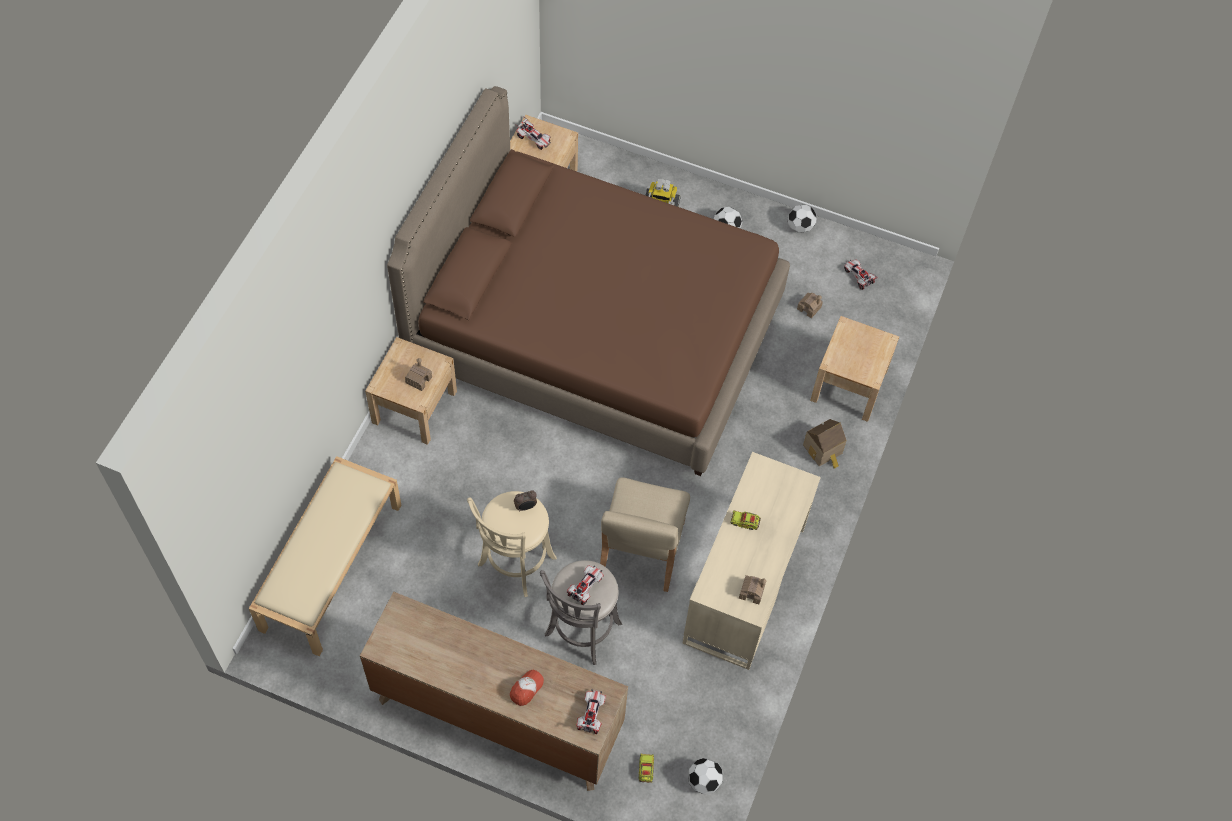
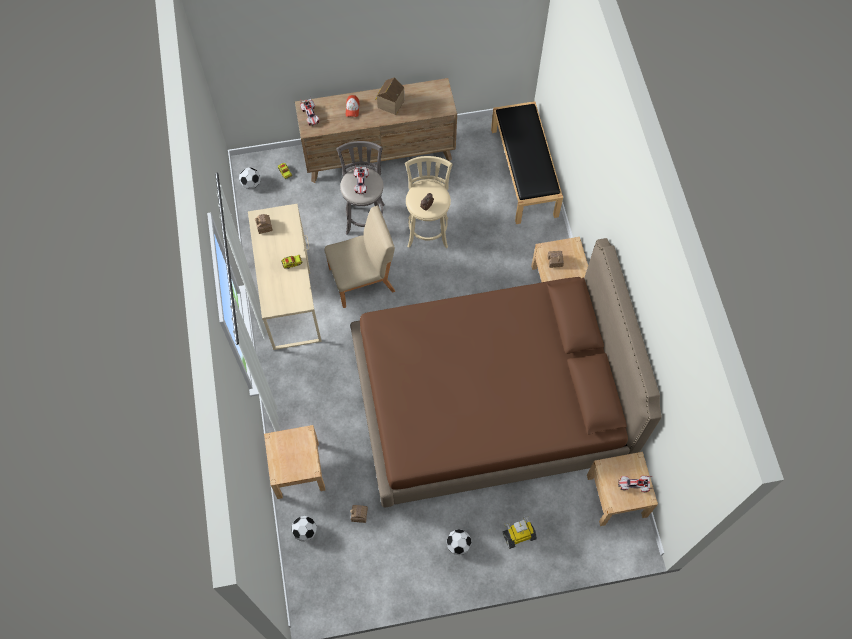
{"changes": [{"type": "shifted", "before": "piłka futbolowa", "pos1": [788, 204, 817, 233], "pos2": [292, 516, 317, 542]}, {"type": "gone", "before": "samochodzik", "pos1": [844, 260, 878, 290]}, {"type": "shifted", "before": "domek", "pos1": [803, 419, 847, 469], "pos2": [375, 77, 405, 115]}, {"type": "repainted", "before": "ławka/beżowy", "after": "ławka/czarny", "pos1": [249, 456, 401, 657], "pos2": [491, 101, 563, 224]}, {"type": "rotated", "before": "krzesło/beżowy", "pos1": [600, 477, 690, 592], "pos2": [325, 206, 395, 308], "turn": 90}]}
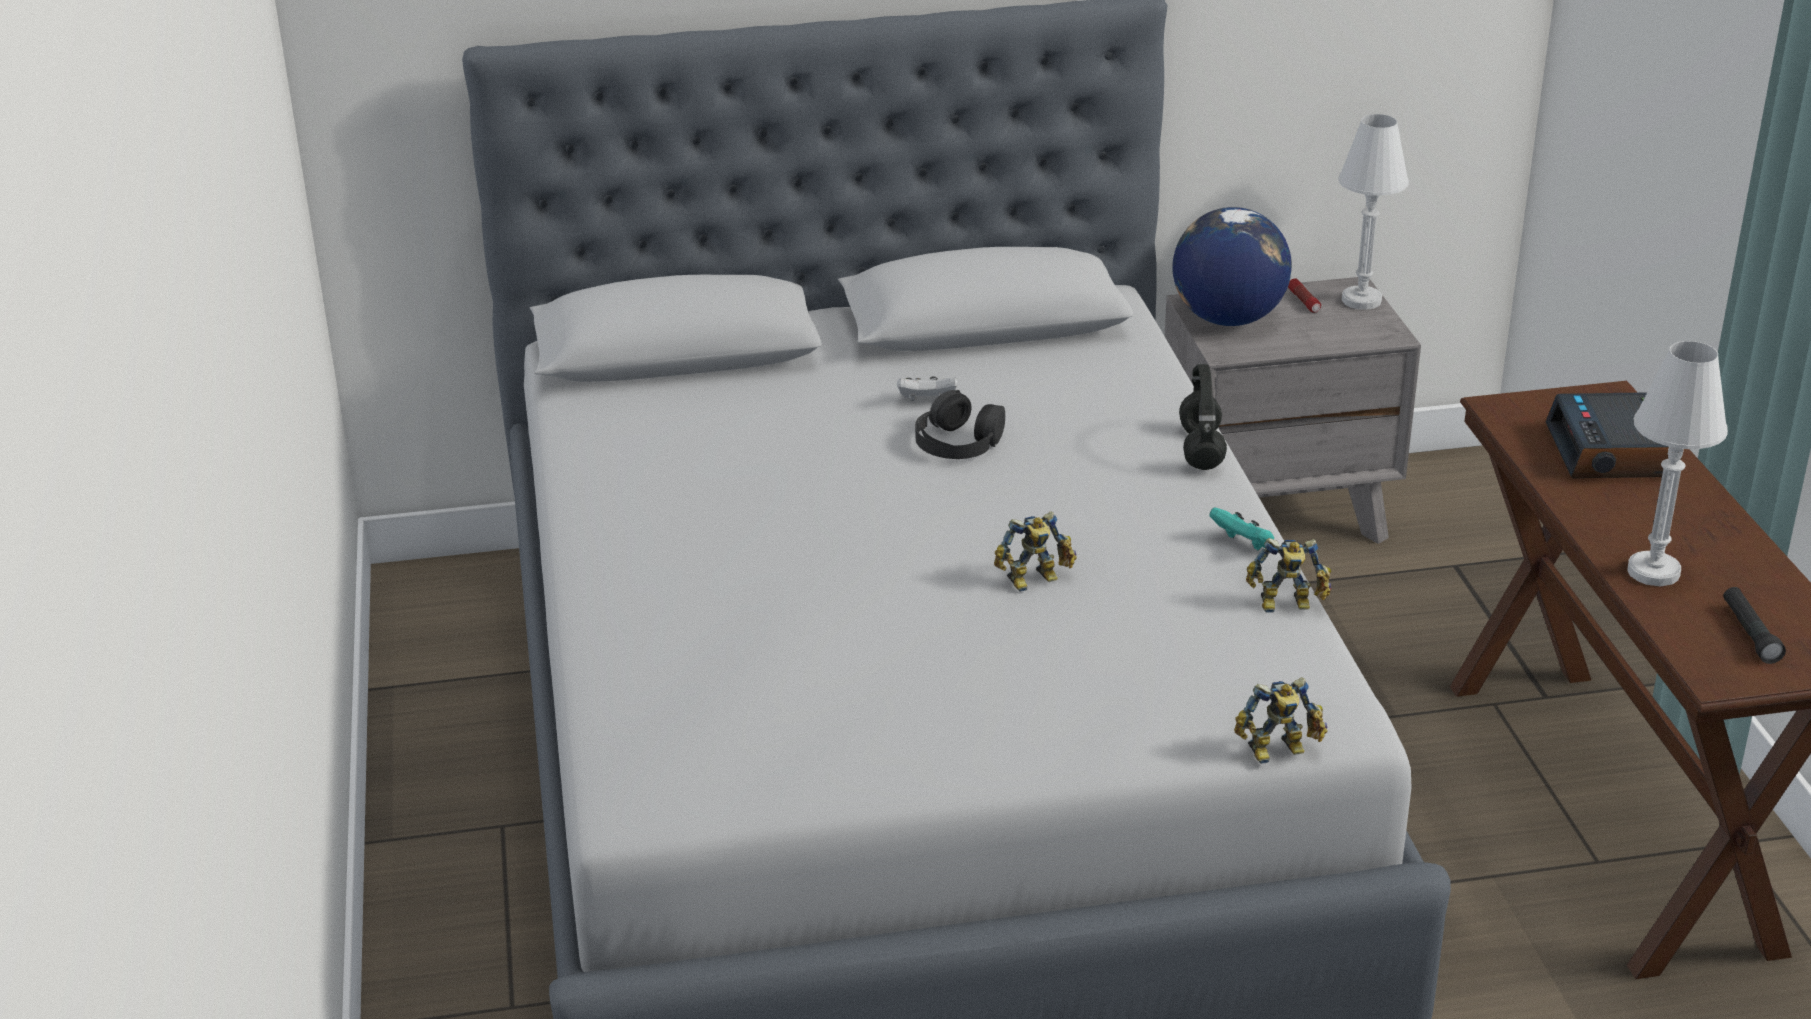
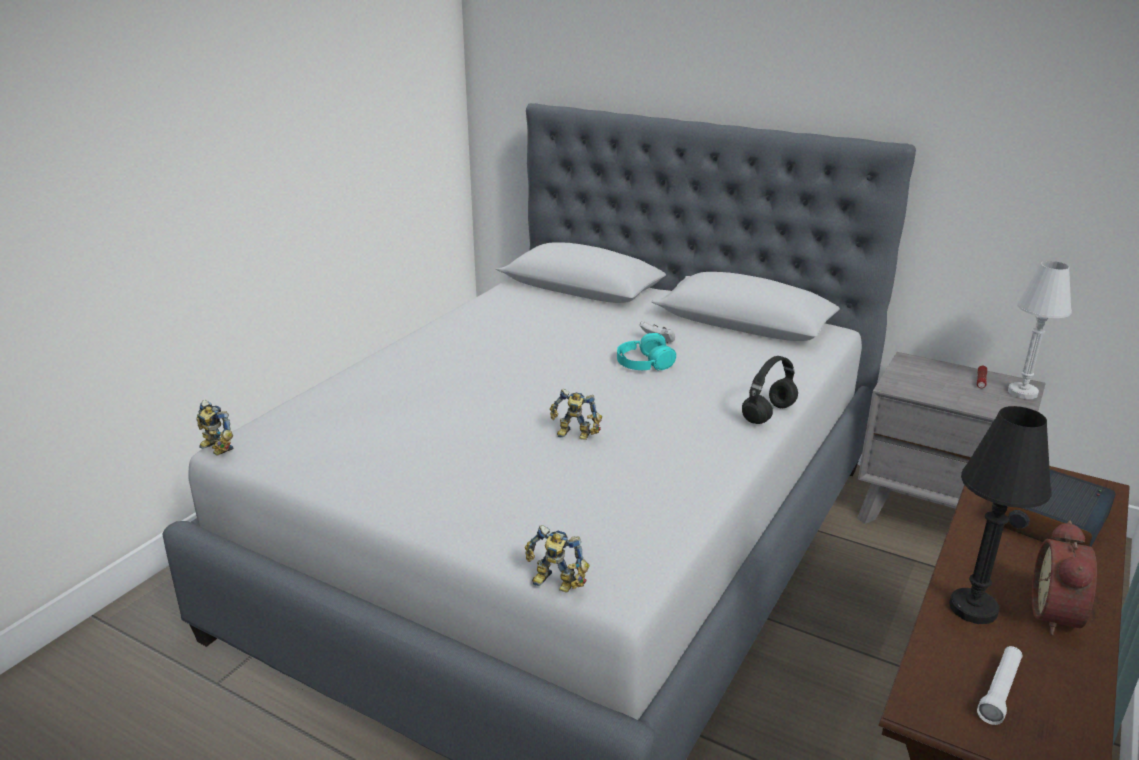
{"changes": [{"type": "gone", "before": "globus", "pos1": [1172, 207, 1292, 326]}, {"type": "repainted", "before": "lampa stołowa/biały", "after": "lampa stołowa/czarny", "pos1": [1627, 341, 1728, 586], "pos2": [949, 406, 1052, 624]}, {"type": "repainted", "before": "słuchawki/czarny", "after": "słuchawki/turkusowy", "pos1": [915, 390, 1005, 459], "pos2": [617, 333, 676, 371]}, {"type": "gone", "before": "pad do gier/turkusowy", "pos1": [1209, 507, 1274, 550]}, {"type": "shifted", "before": "robot zabawkowy", "pos1": [1246, 538, 1331, 613], "pos2": [196, 400, 234, 456]}, {"type": "repainted", "before": "latarka/czarny", "after": "latarka/biały", "pos1": [1724, 587, 1786, 664], "pos2": [977, 646, 1022, 725]}, {"type": "new", "after": "budzik", "pos2": [1032, 521, 1097, 635]}]}
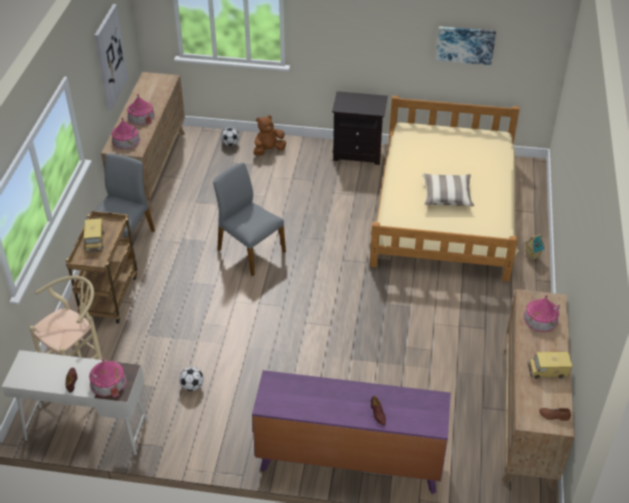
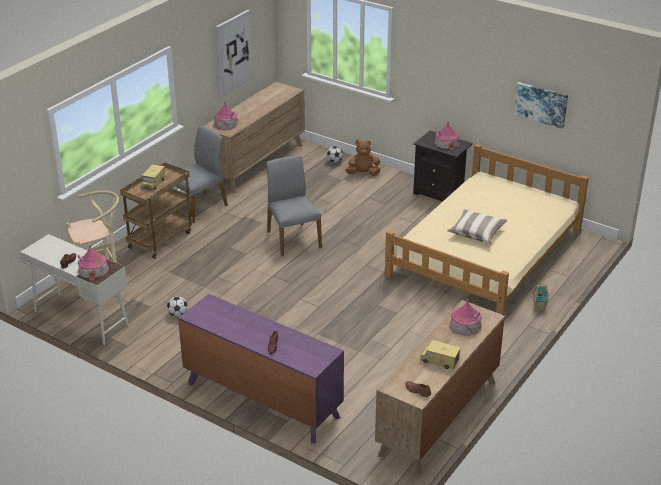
{"changes": [{"type": "shifted", "before": "domek", "pos1": [127, 94, 155, 125], "pos2": [434, 121, 460, 150]}]}
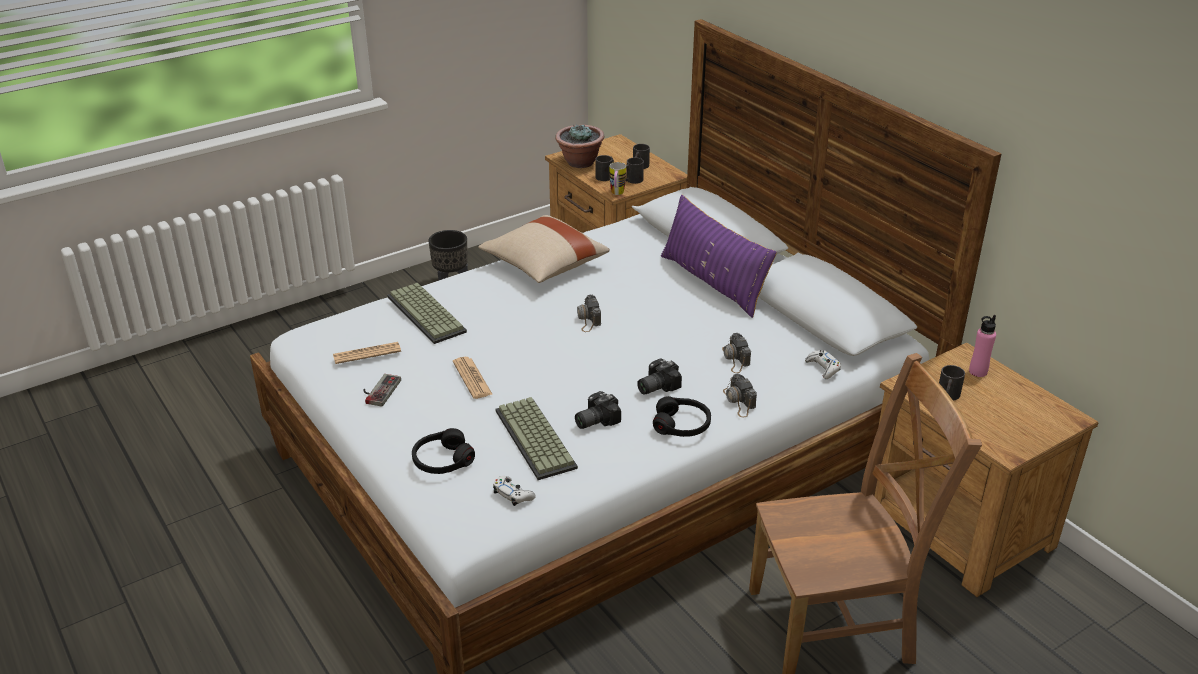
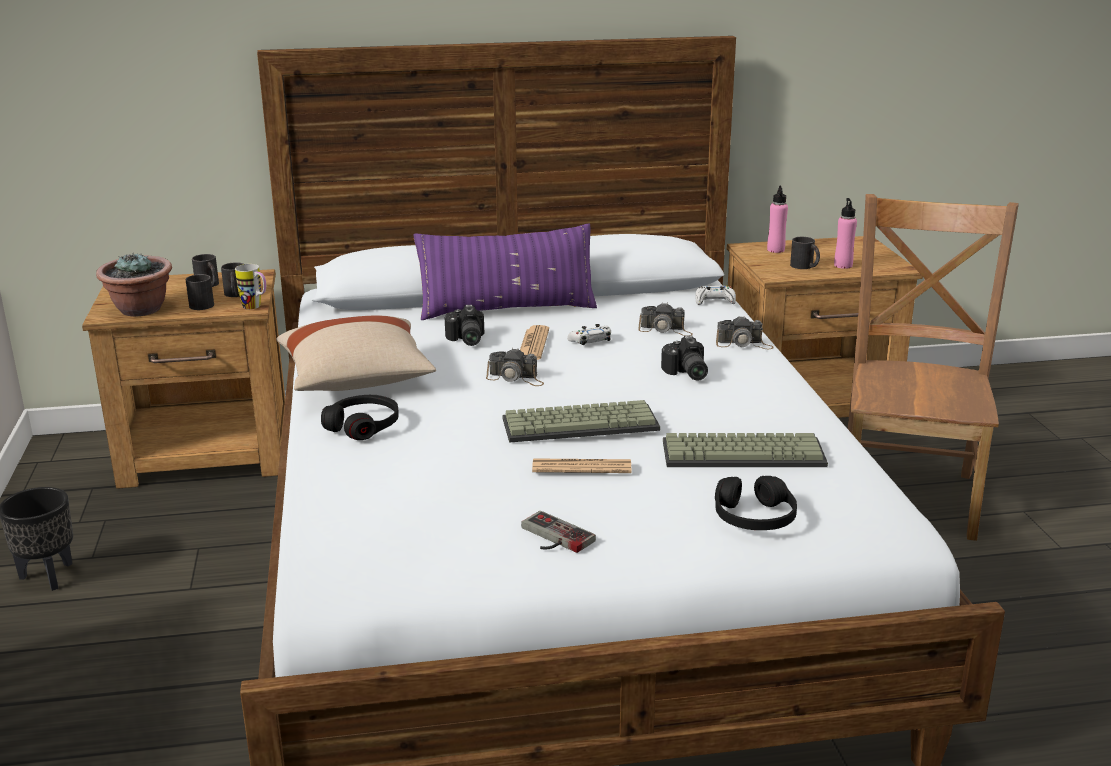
{"changes": [{"type": "shifted", "before": "klawiatura", "pos1": [387, 283, 467, 344], "pos2": [503, 400, 660, 443]}, {"type": "shifted", "before": "gazeta", "pos1": [333, 342, 401, 364], "pos2": [520, 325, 549, 360]}, {"type": "shifted", "before": "aparat fotograficzny", "pos1": [575, 391, 621, 429], "pos2": [445, 305, 485, 346]}, {"type": "shifted", "before": "słuchawki/czarny", "pos1": [653, 396, 711, 437], "pos2": [321, 395, 399, 440]}, {"type": "shifted", "before": "pad do gier/biały", "pos1": [493, 476, 536, 506], "pos2": [567, 324, 611, 345]}, {"type": "new", "after": "butelka/różowy", "pos2": [834, 198, 857, 269]}]}
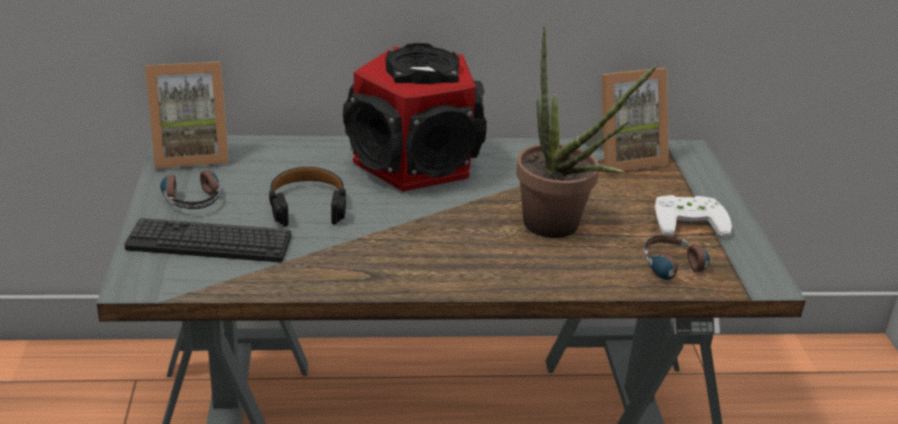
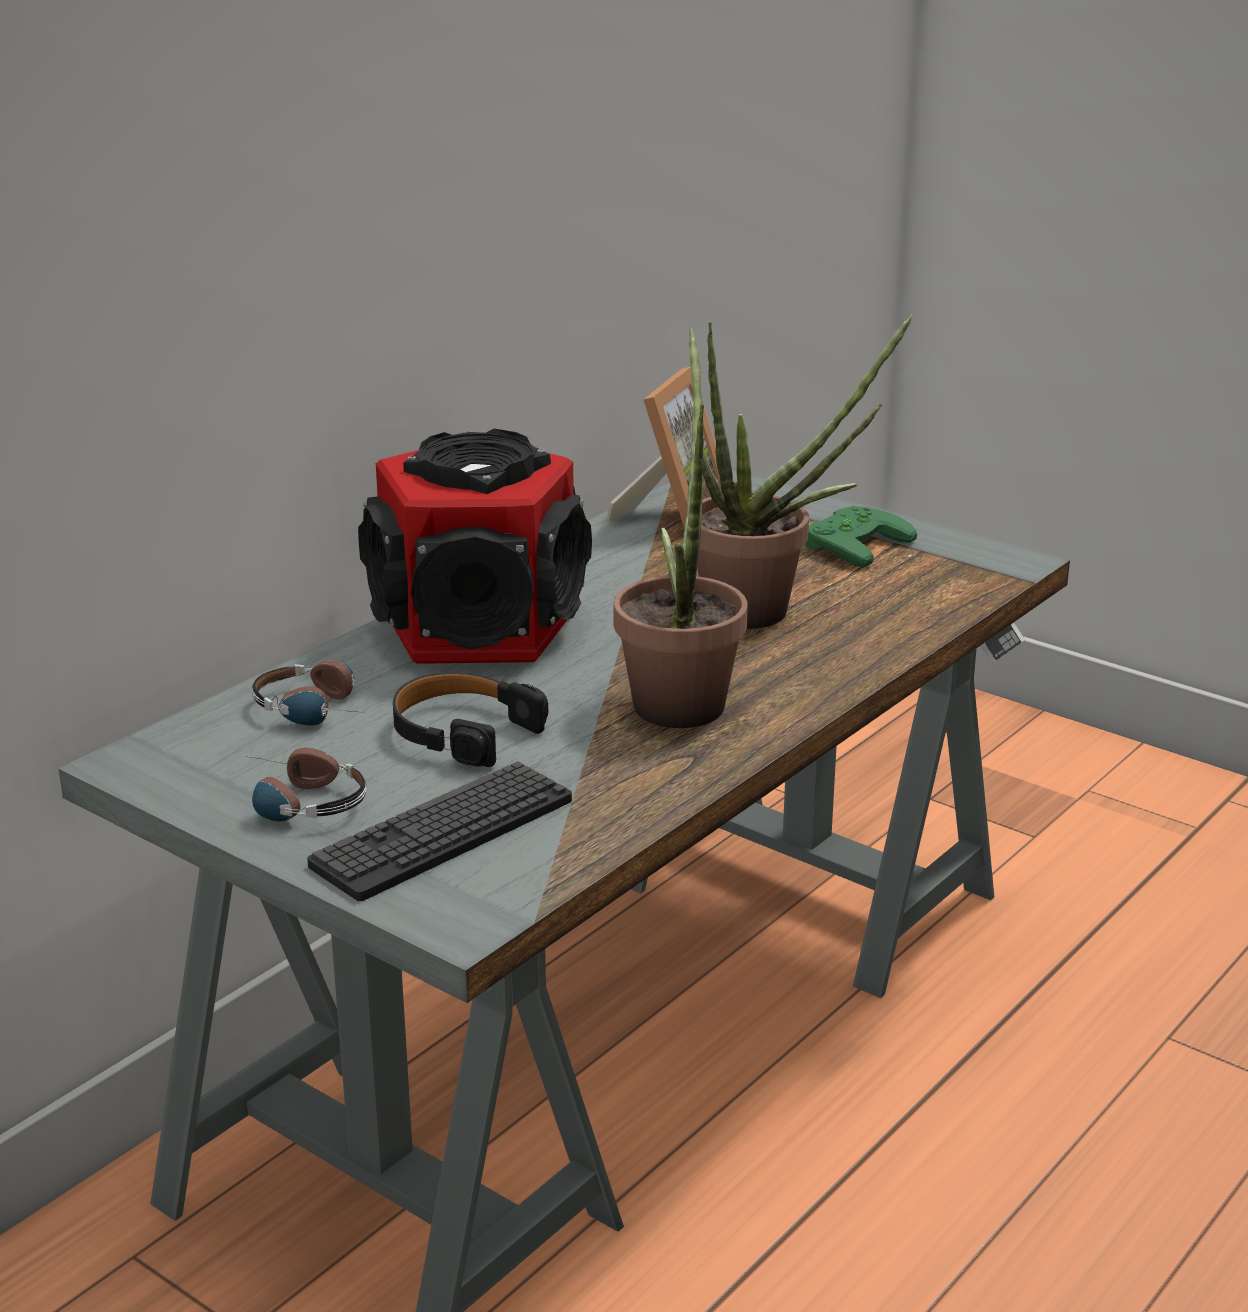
{"changes": [{"type": "gone", "before": "ramka na zdjęcie", "pos1": [145, 61, 229, 169]}, {"type": "repainted", "before": "pad do gier/biały", "after": "pad do gier/zielony", "pos1": [655, 195, 732, 237], "pos2": [805, 506, 917, 568]}, {"type": "shifted", "before": "słuchawki", "pos1": [644, 236, 710, 287], "pos2": [252, 660, 363, 726]}, {"type": "new", "after": "roślina doniczkowa", "pos2": [613, 328, 748, 728]}]}
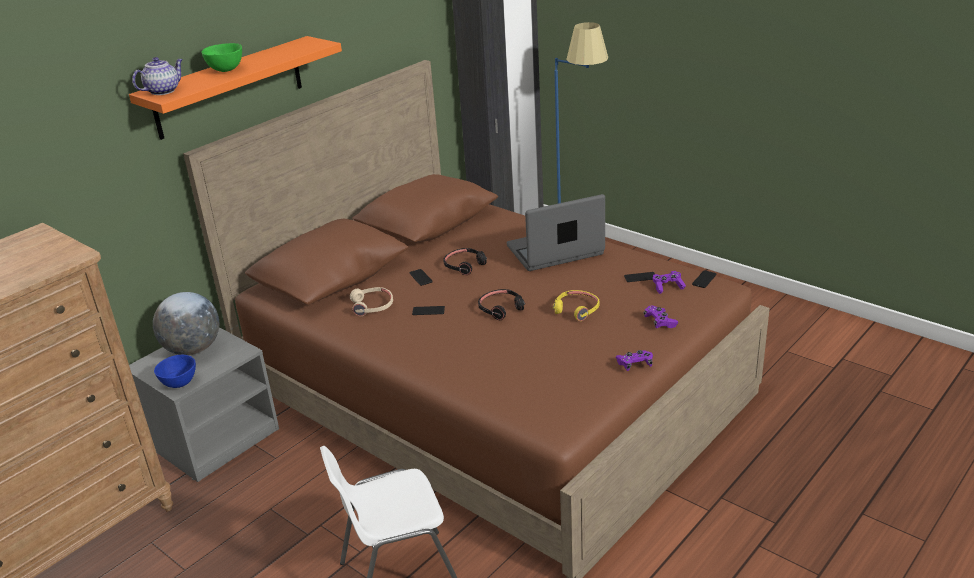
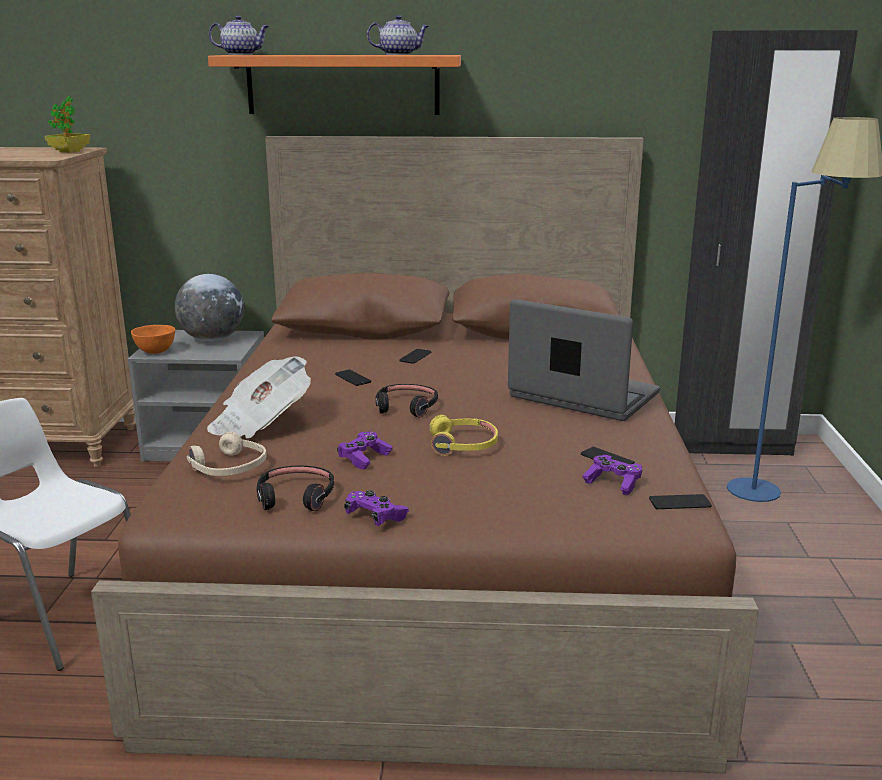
{"changes": [{"type": "gone", "before": "miska/zielony", "pos1": [201, 43, 242, 72]}, {"type": "shifted", "before": "słuchawki/czarny", "pos1": [443, 248, 487, 275], "pos2": [257, 466, 334, 511]}, {"type": "shifted", "before": "słuchawki/beżowy", "pos1": [350, 287, 393, 316], "pos2": [187, 431, 266, 476]}, {"type": "shifted", "before": "pad do gier/fioletowy", "pos1": [644, 306, 678, 328], "pos2": [337, 432, 393, 470]}, {"type": "repainted", "before": "miska/niebieski", "after": "miska/pomarańczowy", "pos1": [154, 355, 196, 388], "pos2": [131, 325, 175, 354]}, {"type": "new", "after": "imbryk", "pos2": [367, 15, 429, 55]}, {"type": "new", "after": "roślina doniczkowa", "pos2": [45, 96, 91, 153]}, {"type": "new", "after": "gazeta", "pos2": [207, 356, 311, 439]}]}
